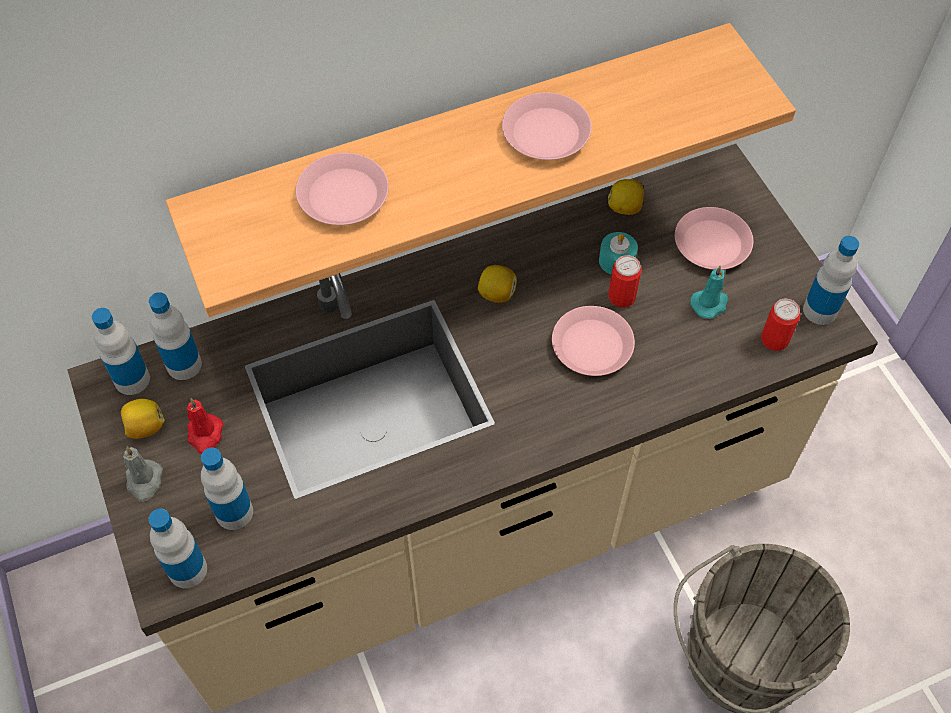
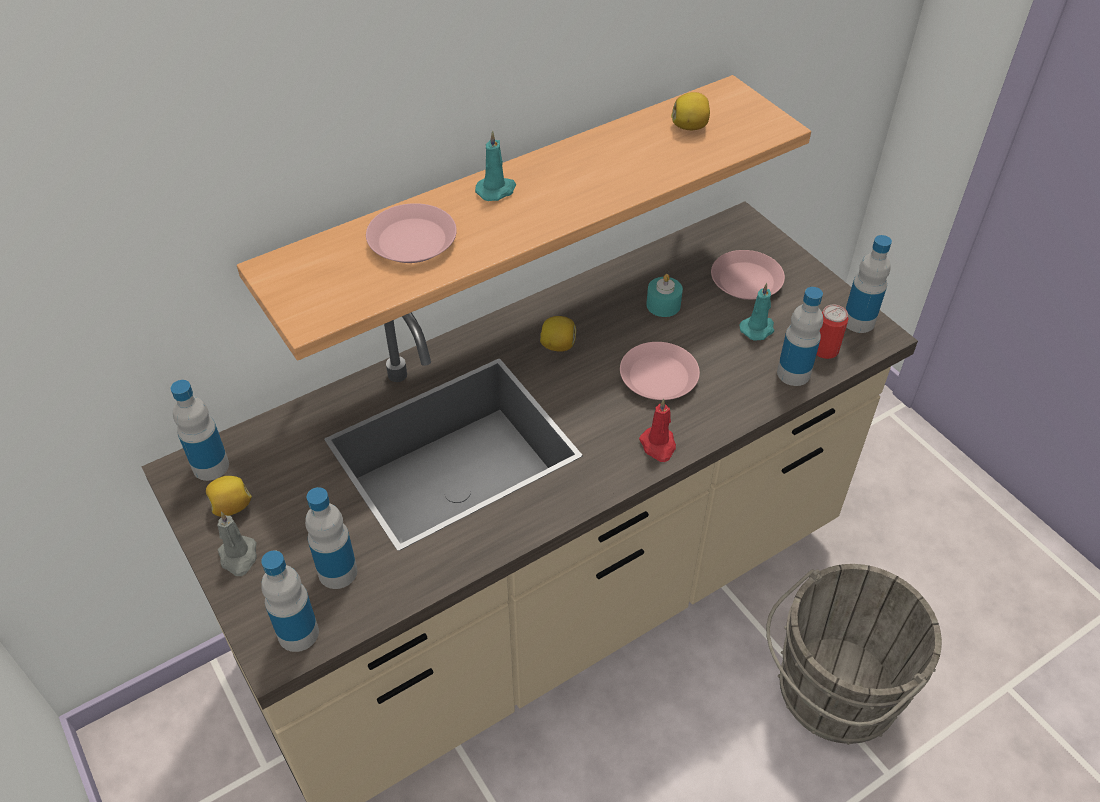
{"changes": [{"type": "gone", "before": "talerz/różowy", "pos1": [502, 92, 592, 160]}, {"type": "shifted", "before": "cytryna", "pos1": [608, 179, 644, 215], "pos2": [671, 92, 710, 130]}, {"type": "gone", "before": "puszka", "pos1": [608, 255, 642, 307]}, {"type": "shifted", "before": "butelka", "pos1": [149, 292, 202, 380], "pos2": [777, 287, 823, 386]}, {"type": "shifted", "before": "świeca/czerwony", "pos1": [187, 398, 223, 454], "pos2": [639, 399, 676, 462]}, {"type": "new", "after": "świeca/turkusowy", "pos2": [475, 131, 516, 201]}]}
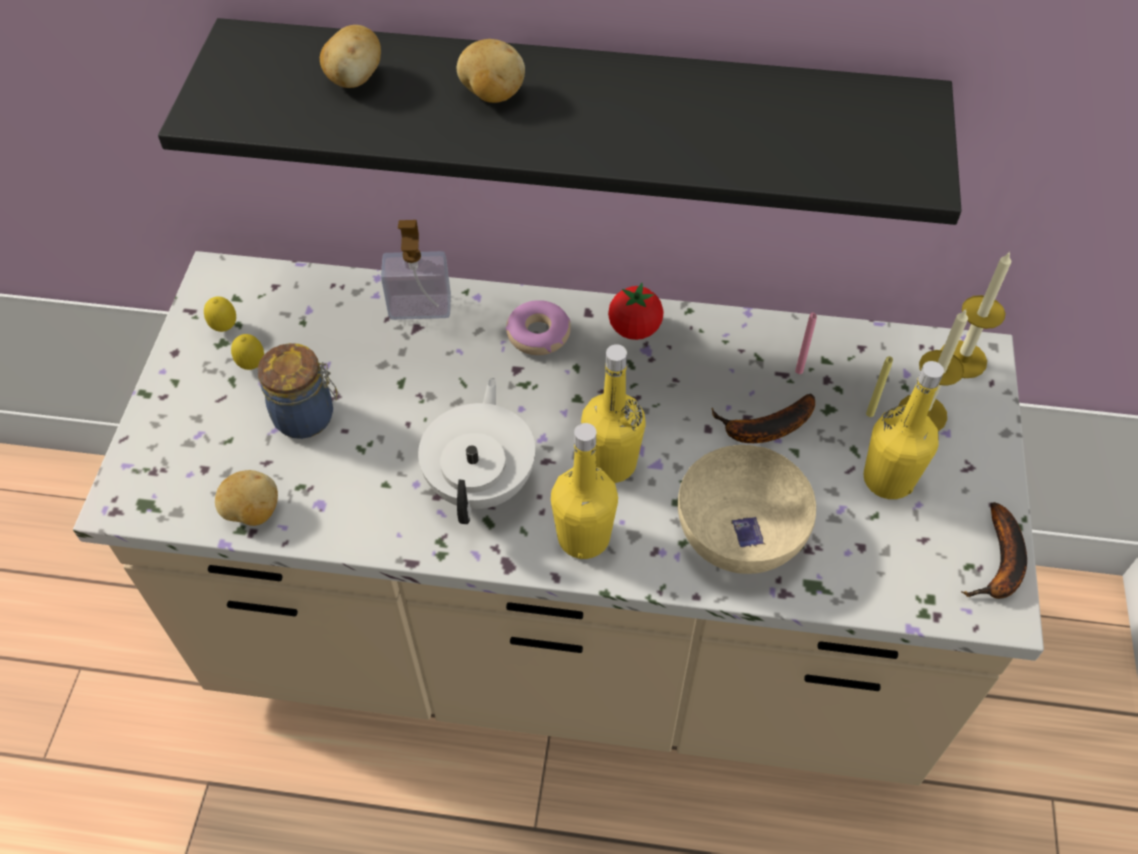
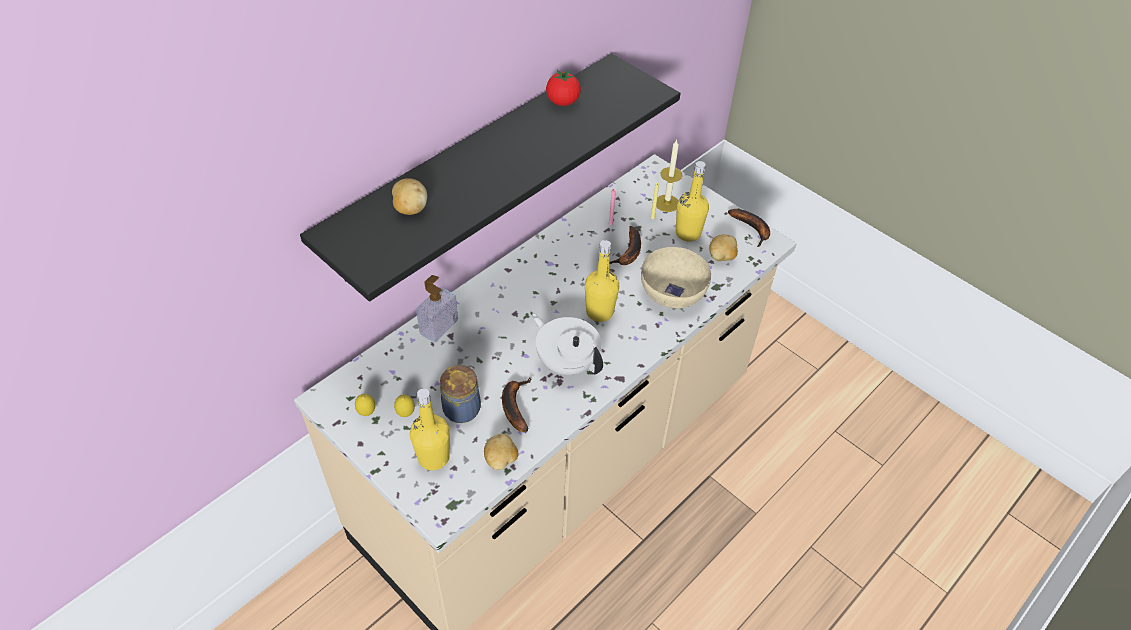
{"changes": [{"type": "shifted", "before": "ziemniak", "pos1": [457, 39, 525, 103], "pos2": [709, 234, 738, 261]}, {"type": "gone", "before": "świeca", "pos1": [940, 251, 1011, 378]}, {"type": "shifted", "before": "pomidor", "pos1": [608, 283, 663, 340], "pos2": [546, 70, 581, 106]}, {"type": "gone", "before": "donut", "pos1": [505, 300, 571, 355]}, {"type": "shifted", "before": "butelka/żółty", "pos1": [551, 423, 618, 559], "pos2": [410, 388, 450, 470]}, {"type": "new", "after": "banan", "pos2": [502, 378, 531, 432]}]}
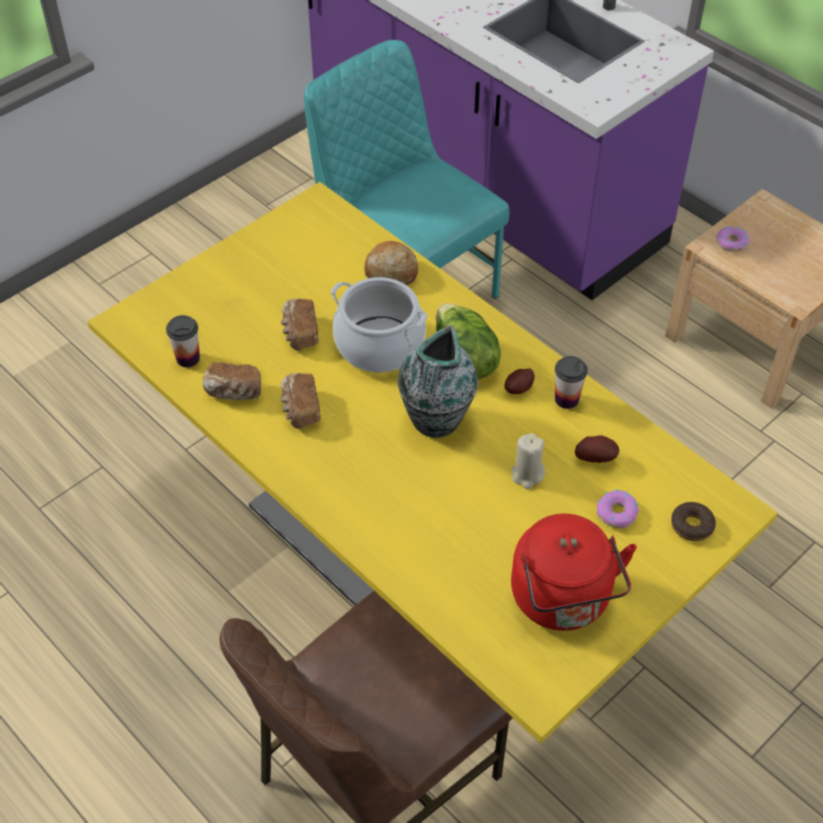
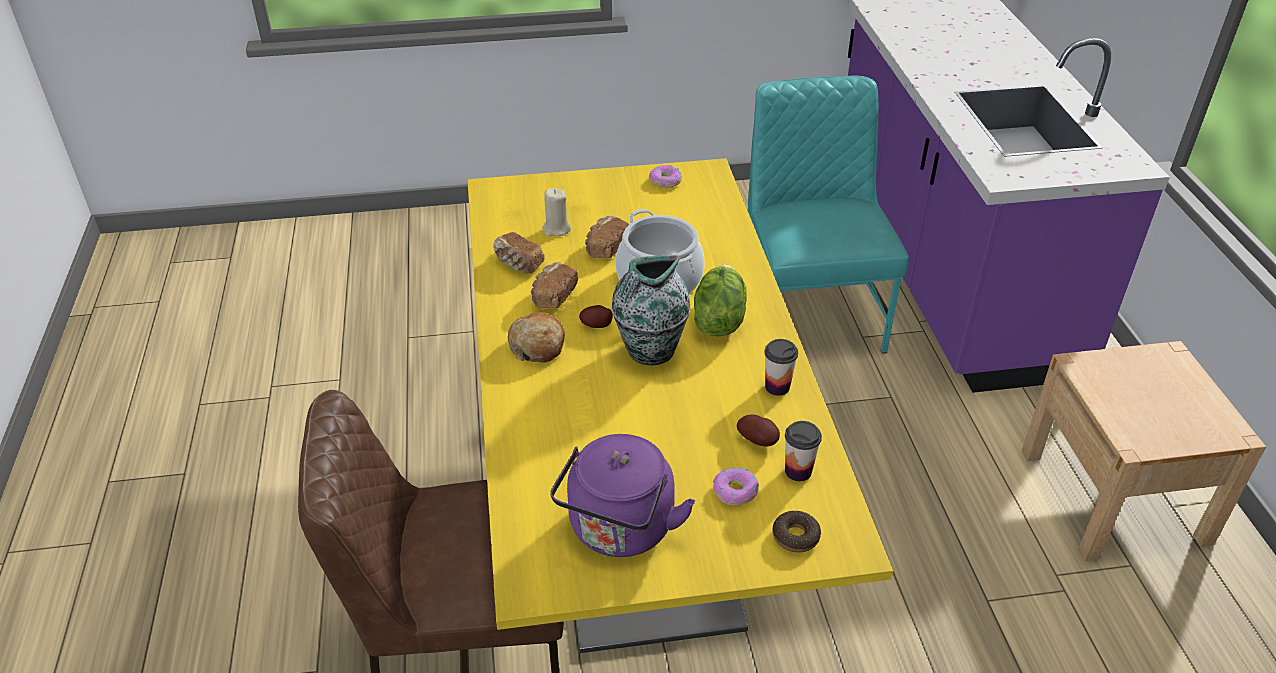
{"changes": [{"type": "shifted", "before": "donut", "pos1": [717, 227, 750, 252], "pos2": [649, 165, 682, 188]}, {"type": "shifted", "before": "chleb", "pos1": [364, 241, 418, 285], "pos2": [508, 312, 565, 363]}, {"type": "shifted", "before": "filiżanka", "pos1": [166, 315, 200, 367], "pos2": [785, 421, 822, 481]}, {"type": "shifted", "before": "ziemniak", "pos1": [504, 368, 535, 394], "pos2": [579, 305, 613, 328]}, {"type": "shifted", "before": "świeca/beżowy", "pos1": [512, 433, 545, 489], "pos2": [542, 188, 571, 236]}, {"type": "repainted", "before": "czajnik/czerwony", "after": "czajnik/fioletowy", "pos1": [511, 514, 637, 631], "pos2": [550, 434, 695, 557]}]}
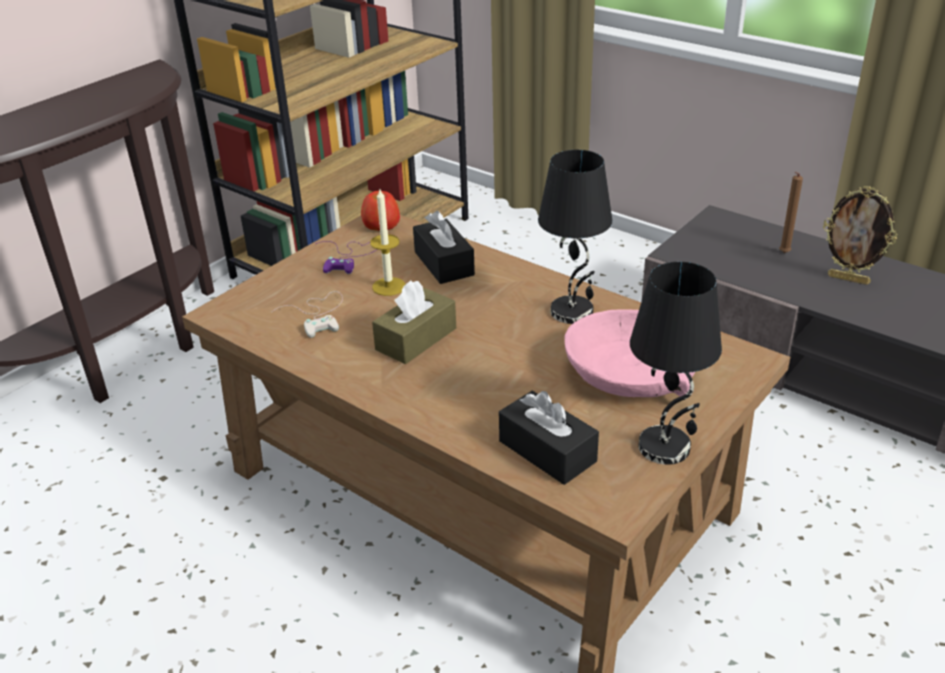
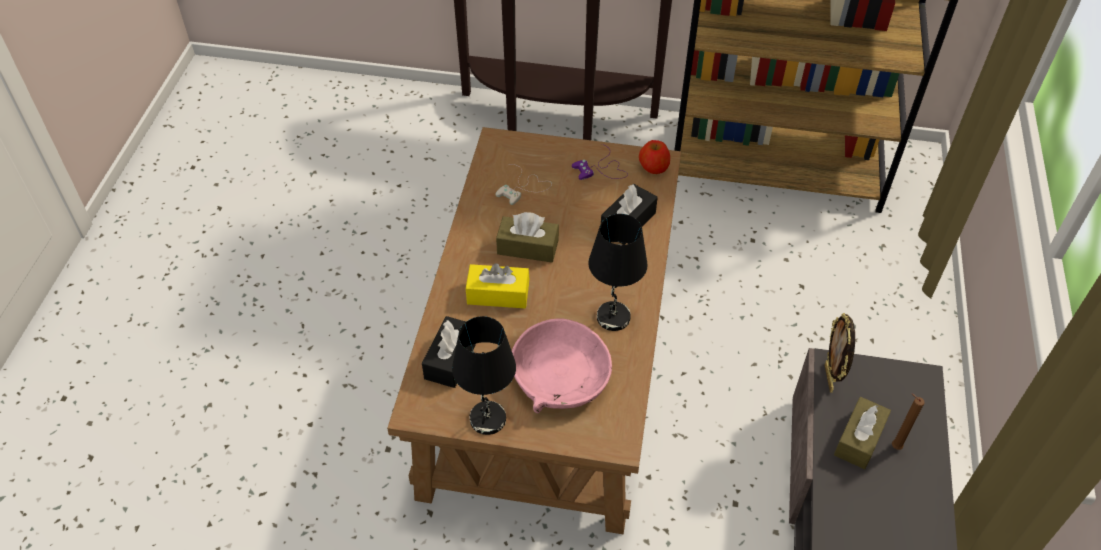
{"changes": [{"type": "shifted", "before": "ramka na zdjęcie", "pos1": [823, 186, 897, 285], "pos2": [825, 313, 855, 393]}, {"type": "gone", "before": "świeca", "pos1": [370, 189, 406, 296]}, {"type": "new", "after": "pudełko chusteczek/żółty", "pos2": [466, 263, 529, 308]}, {"type": "new", "after": "pudełko chusteczek/brązowy", "pos2": [834, 397, 891, 469]}]}
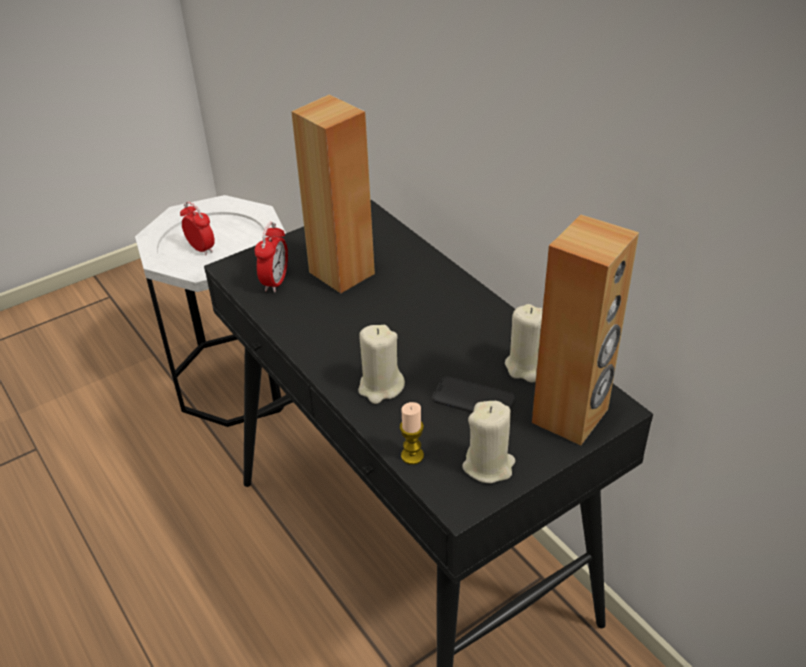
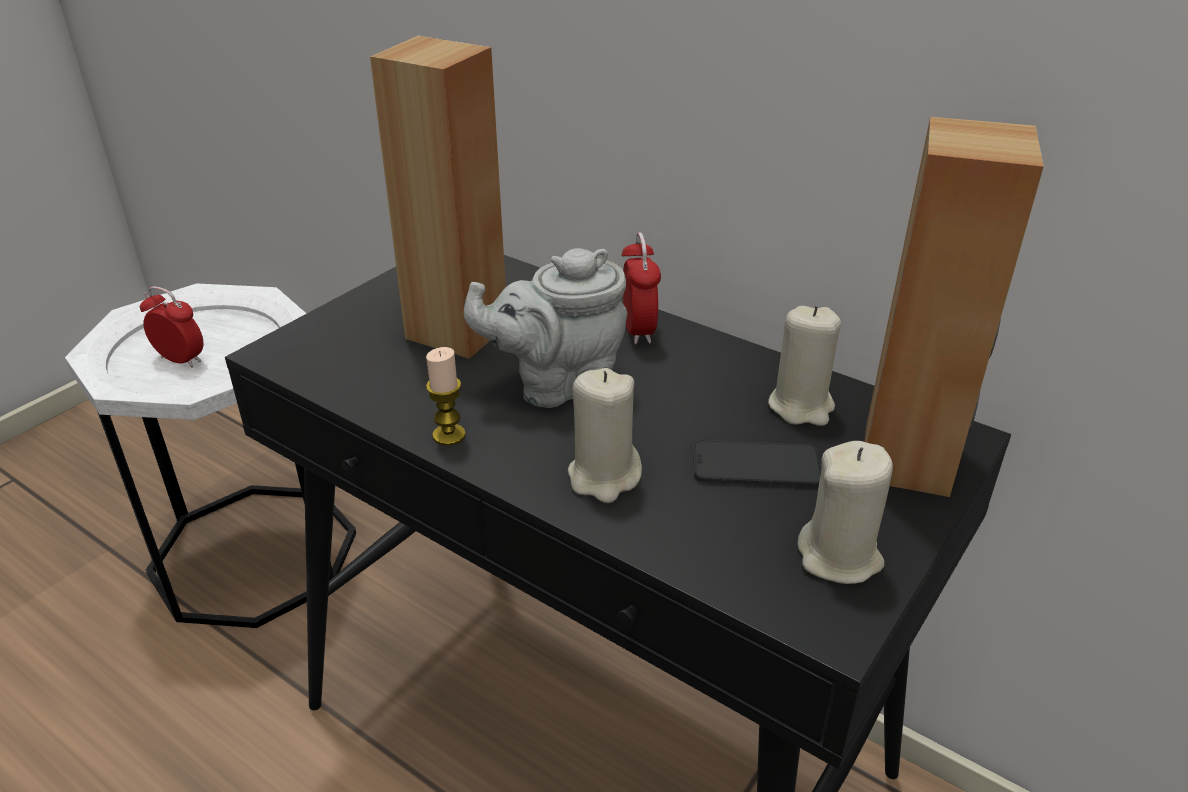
{"changes": [{"type": "shifted", "before": "budzik", "pos1": [255, 222, 288, 293], "pos2": [621, 232, 661, 345]}, {"type": "shifted", "before": "świeca", "pos1": [400, 402, 424, 465], "pos2": [426, 347, 466, 446]}, {"type": "new", "after": "imbryk/szary", "pos2": [464, 248, 627, 408]}]}
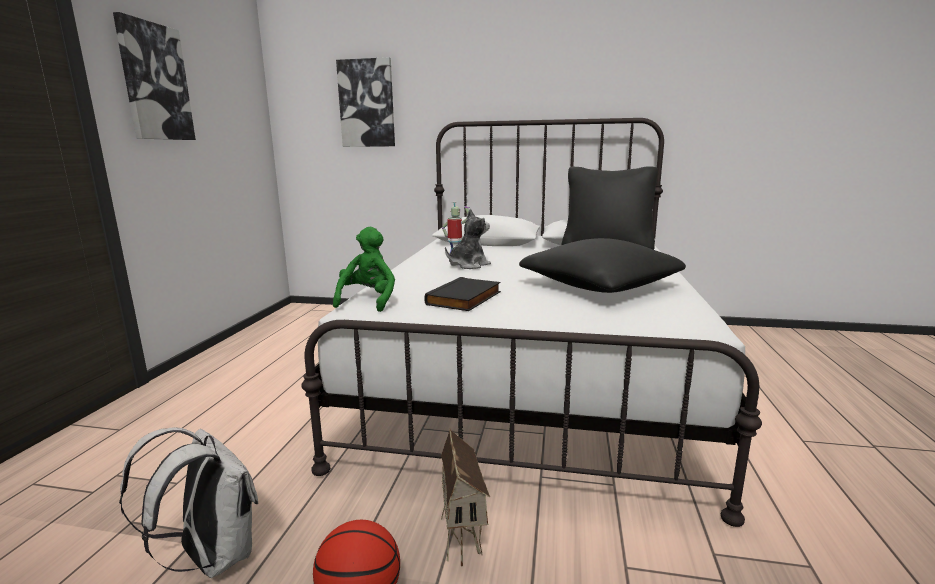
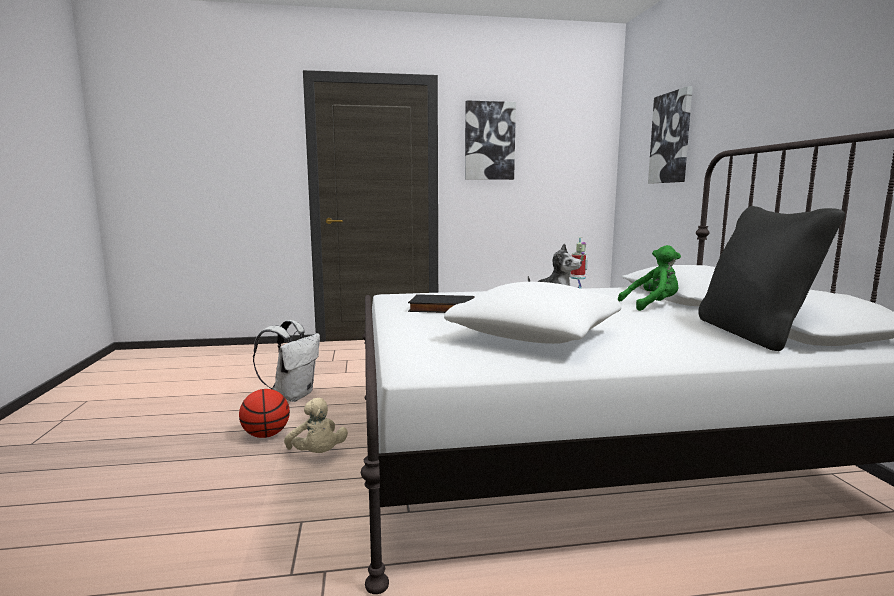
{"changes": [{"type": "shifted", "before": "pluszak/zielony", "pos1": [333, 227, 395, 312], "pos2": [618, 245, 681, 311]}, {"type": "repainted", "before": "poduszka/czarny", "after": "poduszka/biały", "pos1": [519, 238, 686, 293], "pos2": [444, 282, 621, 344]}, {"type": "swapped", "before": "domek", "after": "pluszak/beżowy", "pos1": [441, 429, 490, 566], "pos2": [284, 398, 348, 453]}]}
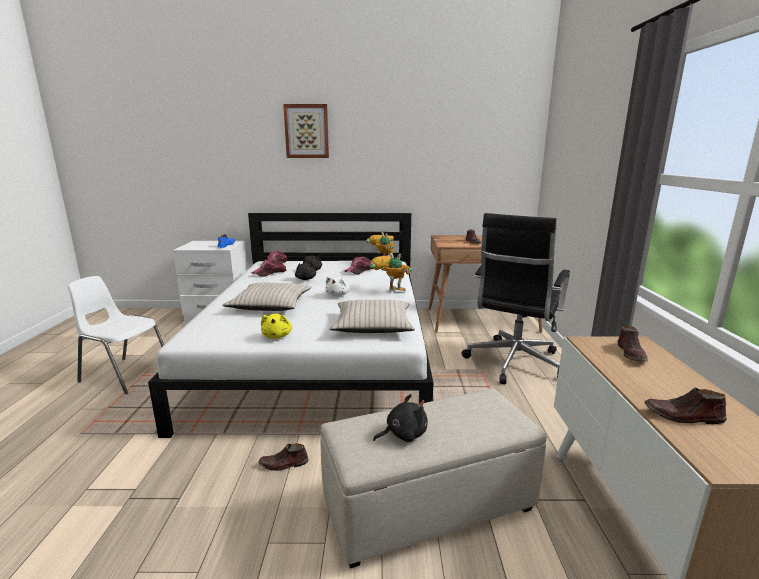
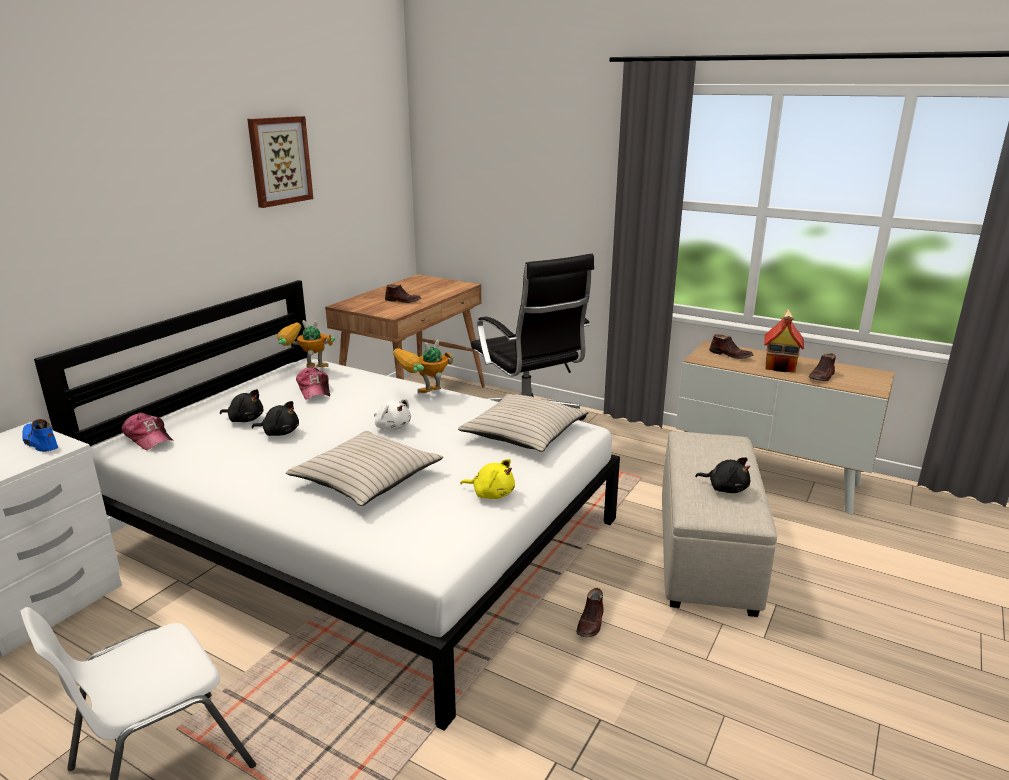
{"changes": [{"type": "shifted", "before": "obraz", "pos1": [283, 104, 329, 158], "pos2": [247, 116, 313, 208]}, {"type": "gone", "before": "czapka z daszkiem", "pos1": [252, 259, 287, 277]}, {"type": "rotated", "before": "pluszak/czarny", "pos1": [373, 394, 428, 442], "pos2": [695, 457, 750, 493], "turn": 120}, {"type": "new", "after": "domek", "pos2": [764, 309, 804, 373]}]}
